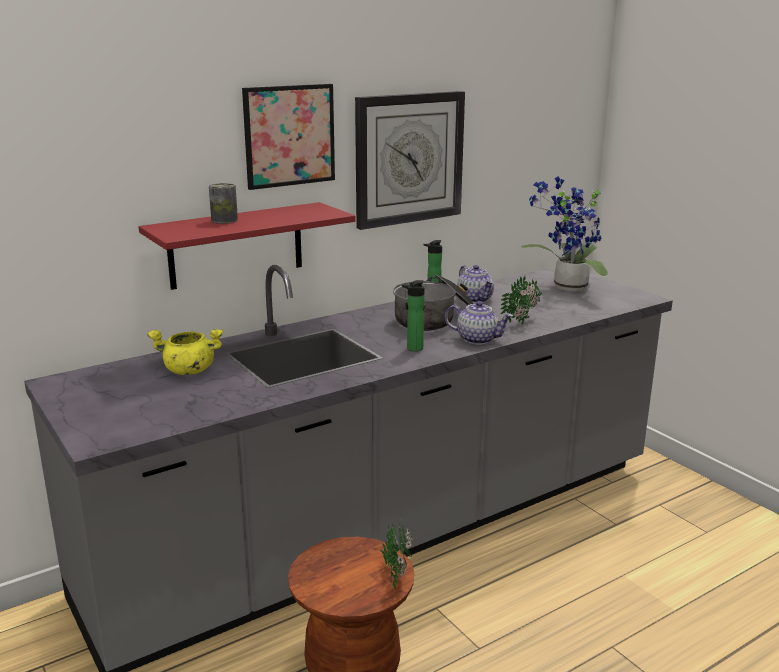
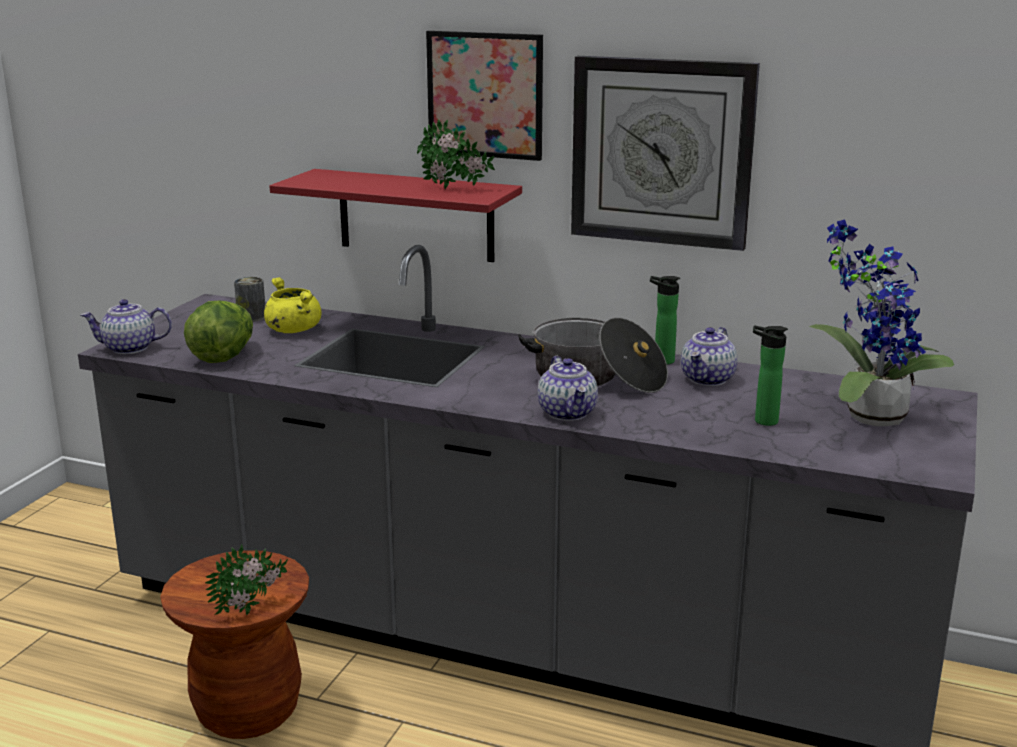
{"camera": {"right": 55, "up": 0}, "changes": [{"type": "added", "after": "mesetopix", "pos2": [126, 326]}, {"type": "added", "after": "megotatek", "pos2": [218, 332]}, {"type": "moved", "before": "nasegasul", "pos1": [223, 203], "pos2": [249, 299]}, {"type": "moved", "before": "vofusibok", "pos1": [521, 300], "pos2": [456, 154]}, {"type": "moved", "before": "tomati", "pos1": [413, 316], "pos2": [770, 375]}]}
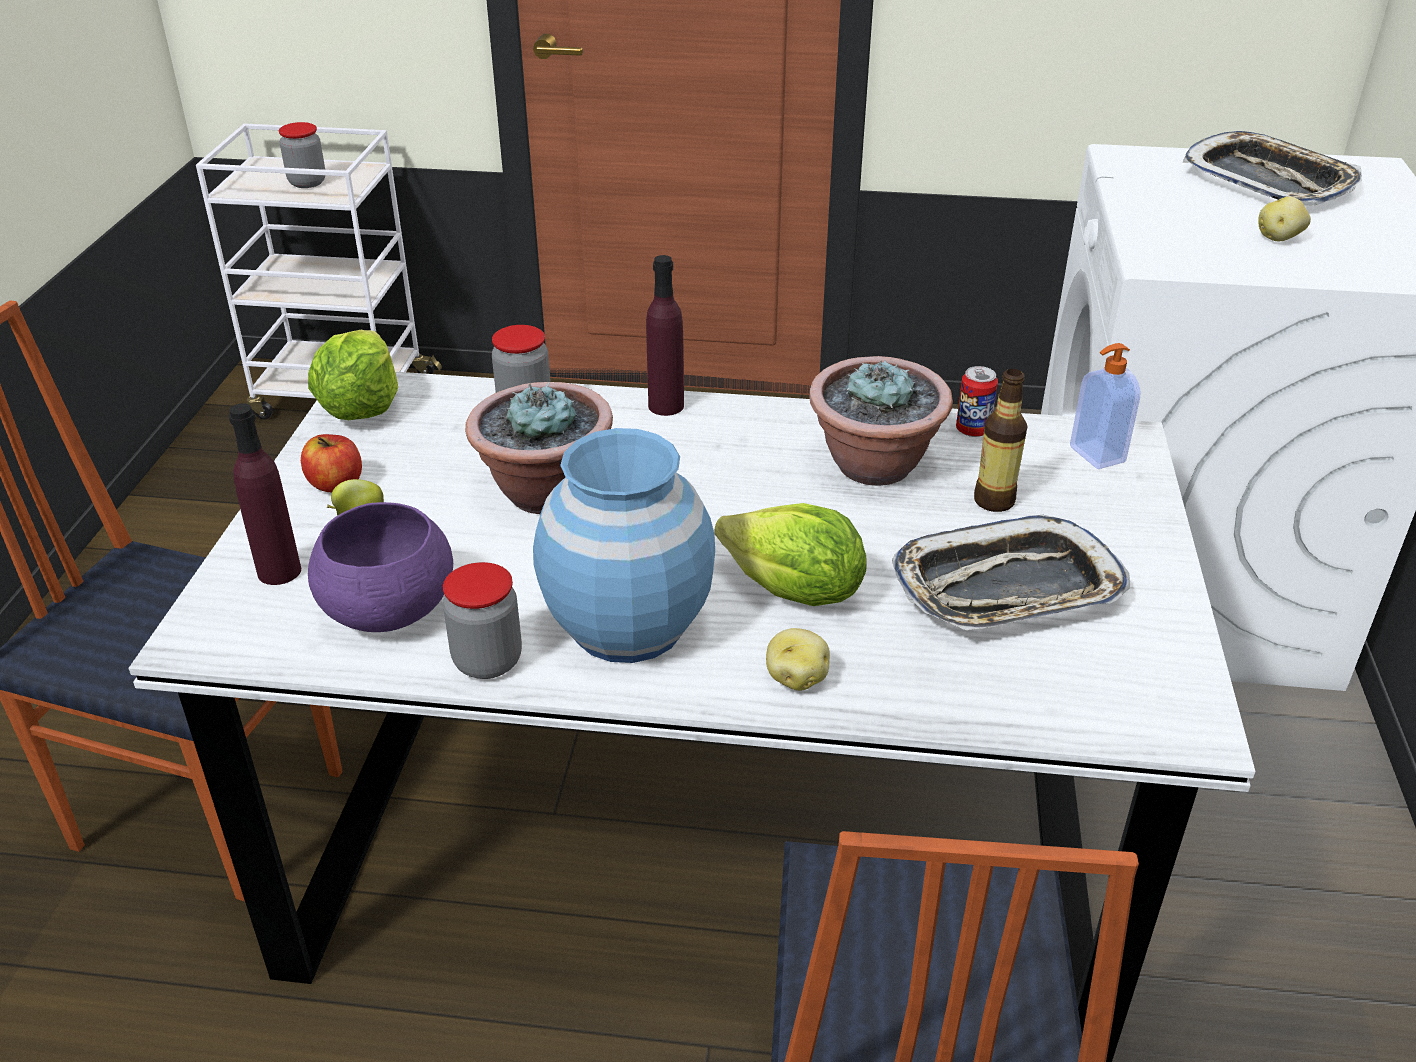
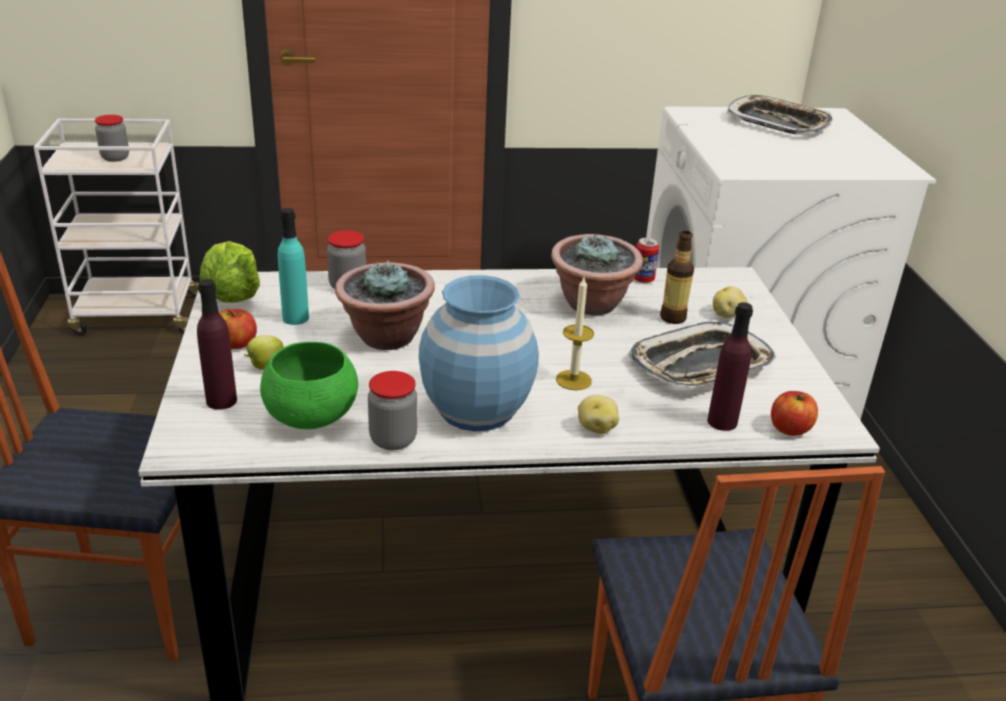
{"camera": {"right": -15, "up": -5}, "changes": [{"type": "recoloured", "before": "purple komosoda", "after": "green komosoda", "pos1": [380, 567], "pos2": [309, 385]}, {"type": "added", "after": "turquoise tomati", "pos2": [293, 266]}, {"type": "replaced", "before": "megotatek", "after": "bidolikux", "pos1": [791, 554], "pos2": [575, 333]}, {"type": "moved", "before": "purple tomati", "pos1": [665, 335], "pos2": [730, 366]}, {"type": "moved", "before": "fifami", "pos1": [1284, 219], "pos2": [730, 302]}, {"type": "added", "after": "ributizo", "pos2": [794, 413]}, {"type": "removed", "before": "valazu", "pos1": [1105, 406]}]}
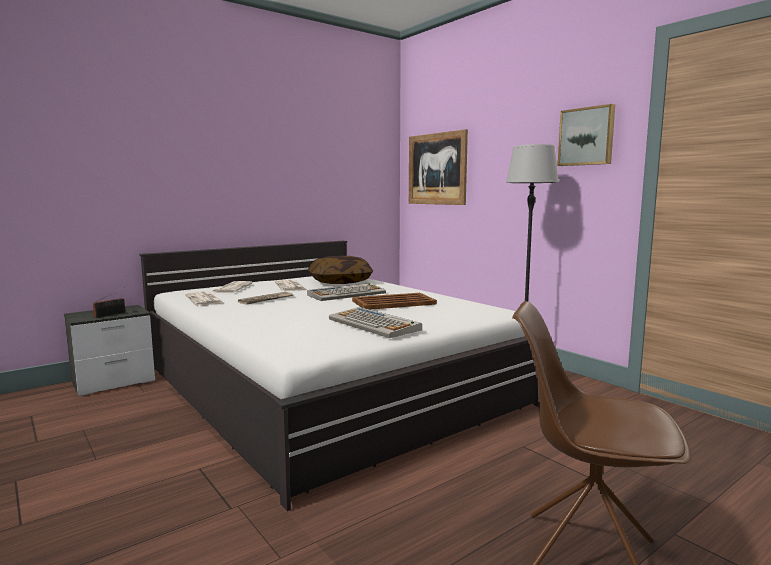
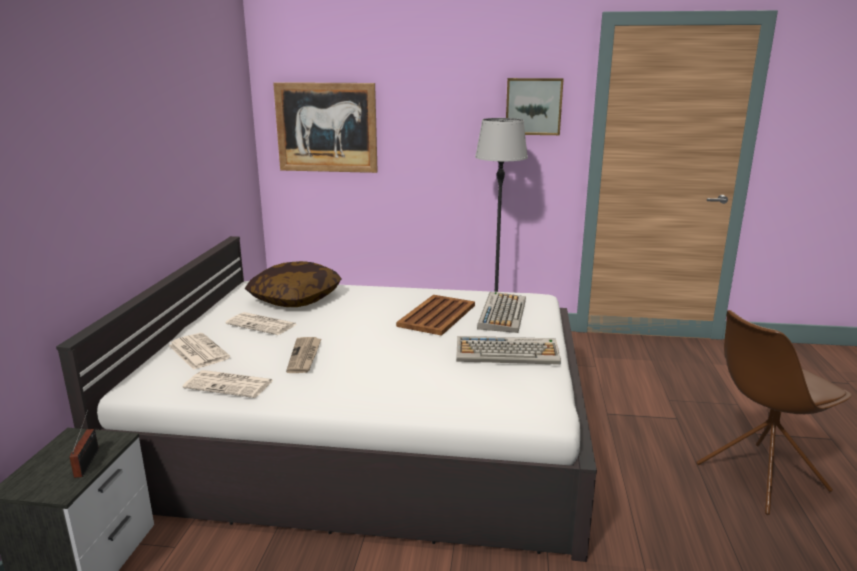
{"camera": {"right": -45, "up": 10}, "changes": [{"type": "moved", "before": "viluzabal", "pos1": [346, 292], "pos2": [501, 312]}]}
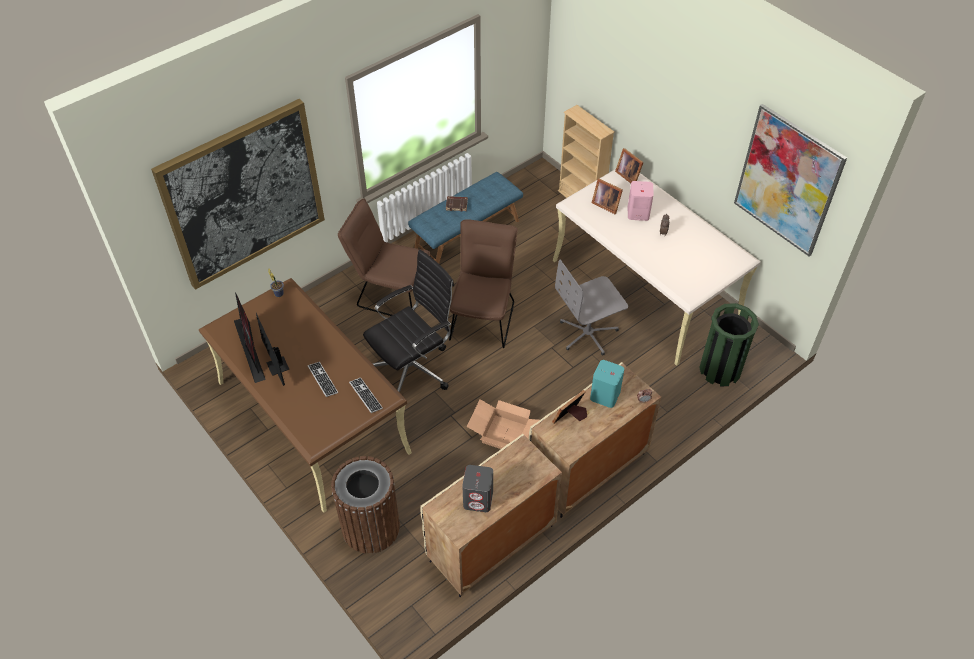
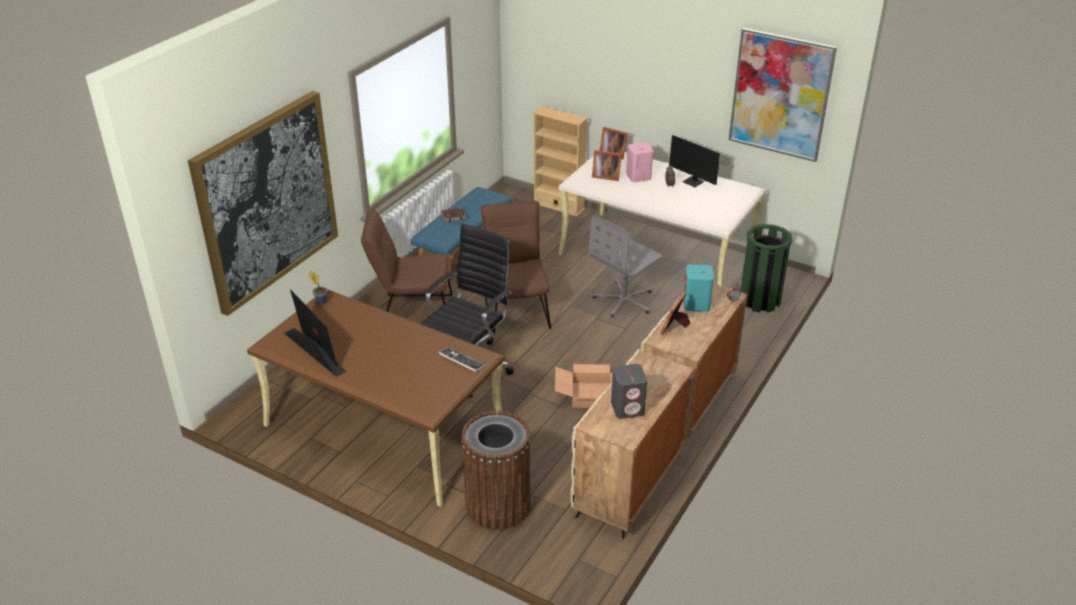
{"camera": {"right": -20, "up": -15}, "changes": [{"type": "moved", "before": "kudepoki", "pos1": [272, 349], "pos2": [701, 161]}, {"type": "removed", "before": "viluzabal", "pos1": [323, 379]}]}
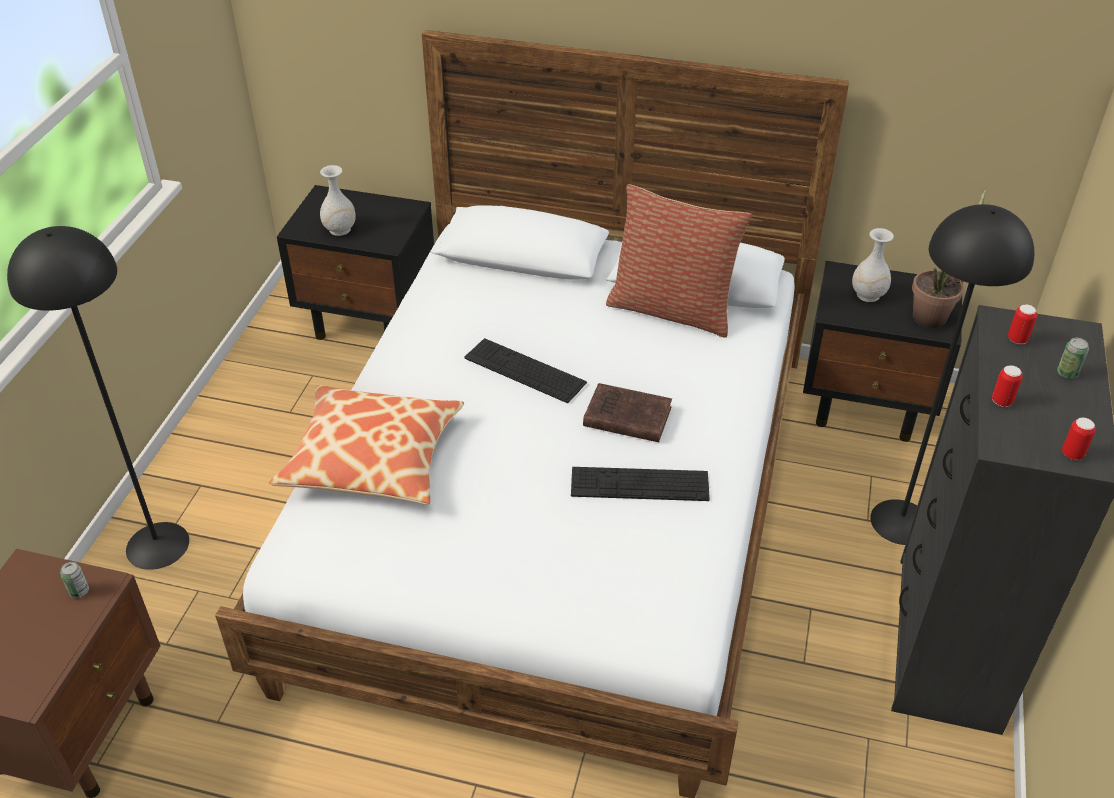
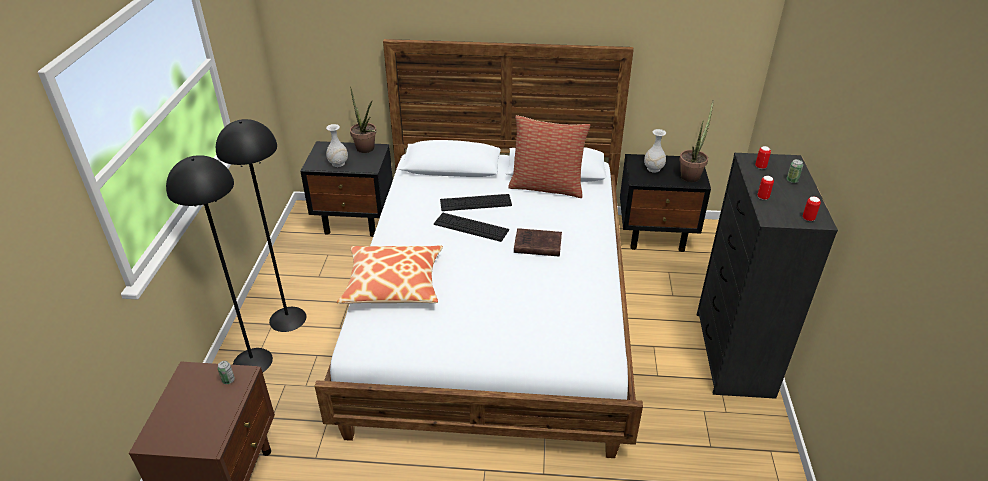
{"camera": {"right": -10, "up": -5}, "changes": [{"type": "moved", "before": "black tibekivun", "pos1": [952, 374], "pos2": [261, 225]}, {"type": "added", "after": "vofusibok", "pos2": [363, 119]}, {"type": "moved", "before": "viluzabal", "pos1": [640, 484], "pos2": [476, 202]}]}
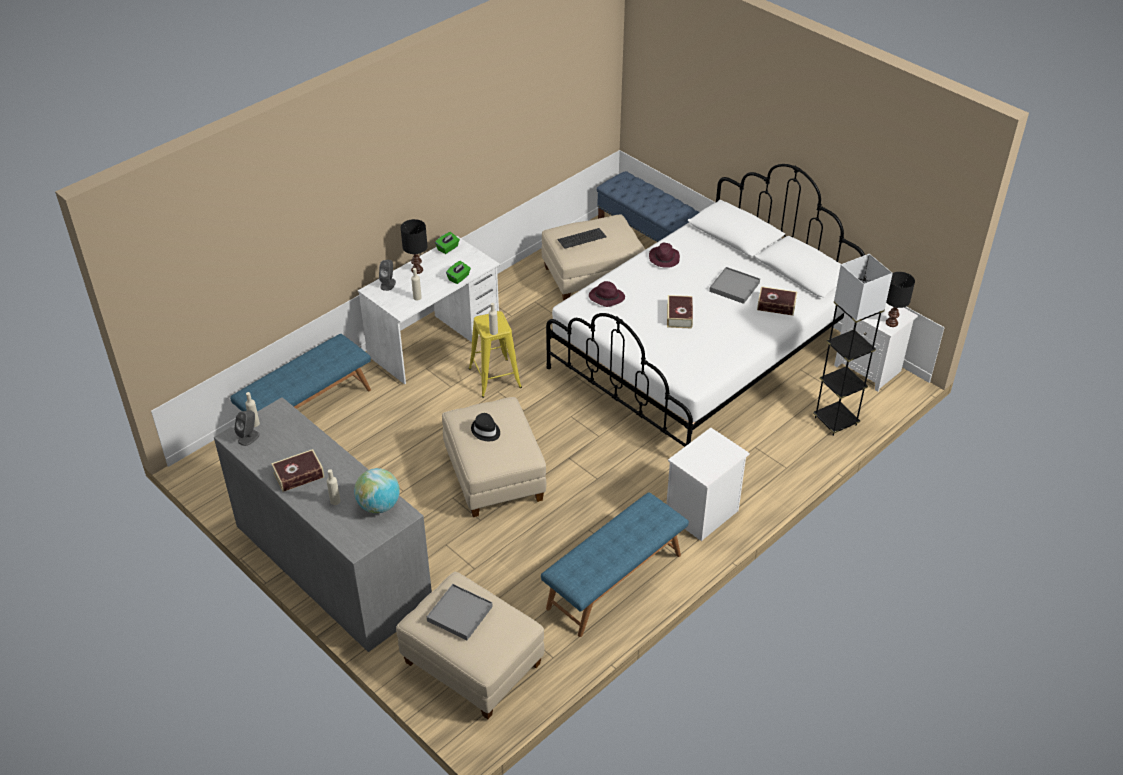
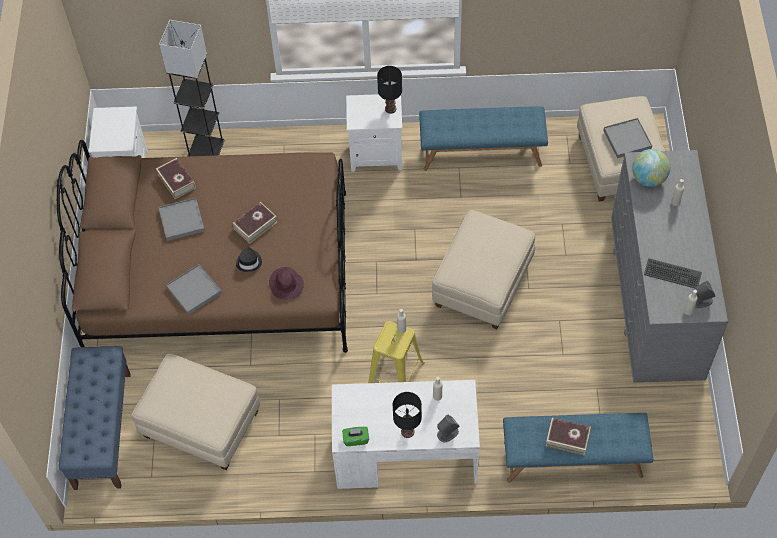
{"camera": {"right": -135, "up": 15}, "changes": [{"type": "recoloured", "before": "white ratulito", "after": "brown ratulito", "pos1": [705, 305], "pos2": [202, 246]}, {"type": "replaced", "before": "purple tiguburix", "after": "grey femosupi", "pos1": [664, 255], "pos2": [194, 289]}, {"type": "moved", "before": "black tiguburix", "pos1": [485, 427], "pos2": [249, 260]}, {"type": "moved", "before": "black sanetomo", "pos1": [900, 299], "pos2": [389, 90]}, {"type": "moved", "before": "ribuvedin", "pos1": [297, 470], "pos2": [568, 436]}, {"type": "moved", "before": "viluzabal", "pos1": [582, 238], "pos2": [673, 273]}, {"type": "removed", "before": "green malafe", "pos1": [458, 272]}]}
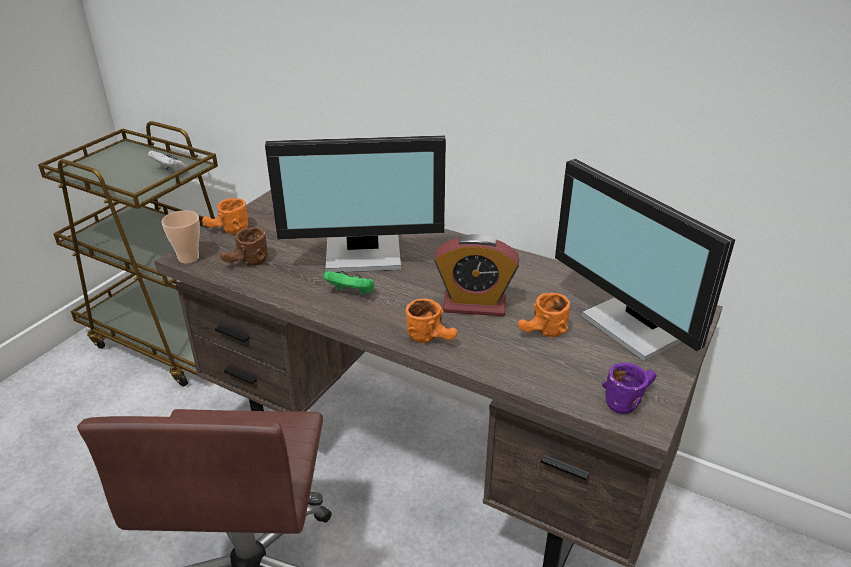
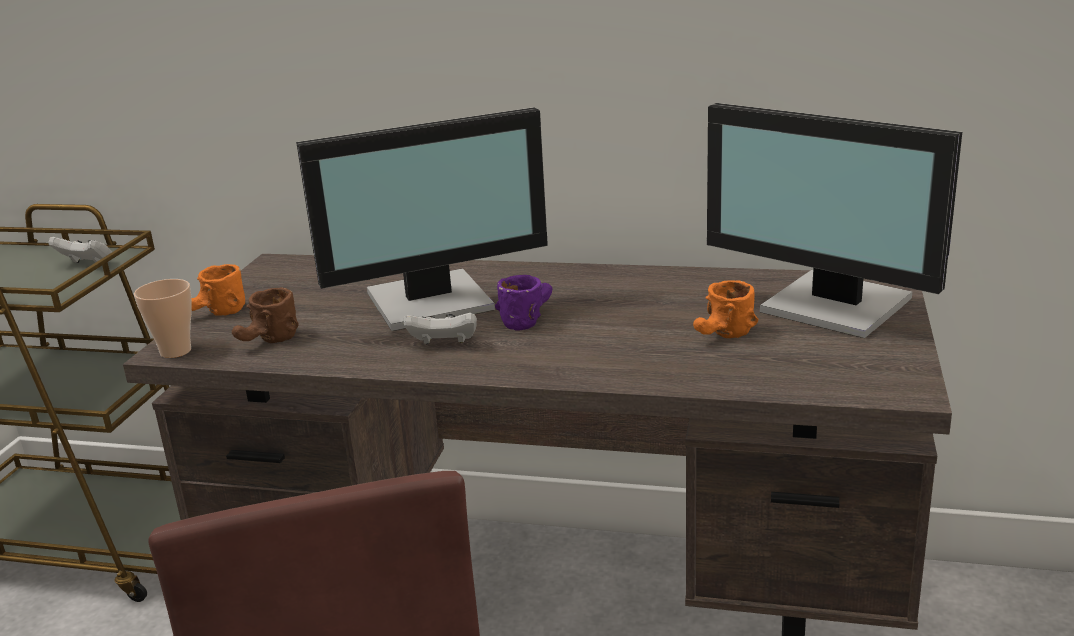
{"camera": {"right": -15, "up": -10}, "changes": [{"type": "recoloured", "before": "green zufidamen", "after": "white zufidamen", "pos1": [348, 283], "pos2": [440, 328]}, {"type": "moved", "before": "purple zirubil", "pos1": [629, 388], "pos2": [524, 303]}, {"type": "removed", "before": "orange zirubil", "pos1": [431, 320]}, {"type": "removed", "before": "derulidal", "pos1": [476, 275]}]}
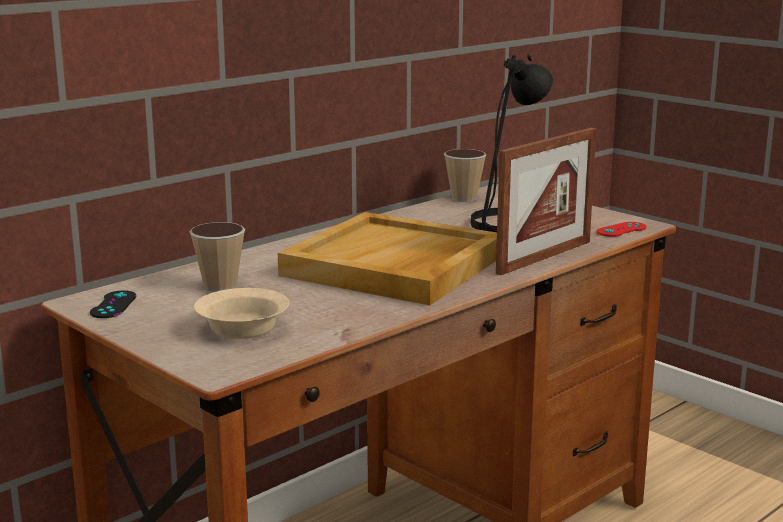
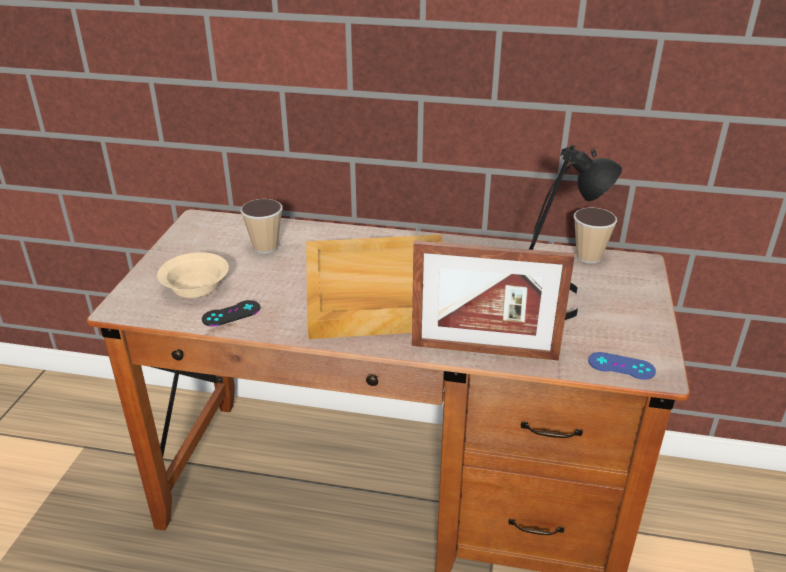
{"camera": {"right": 55, "up": 15}, "changes": [{"type": "moved", "before": "black zufidamen", "pos1": [113, 304], "pos2": [231, 313]}, {"type": "recoloured", "before": "red zufidamen", "after": "blue zufidamen", "pos1": [621, 229], "pos2": [622, 366]}]}
